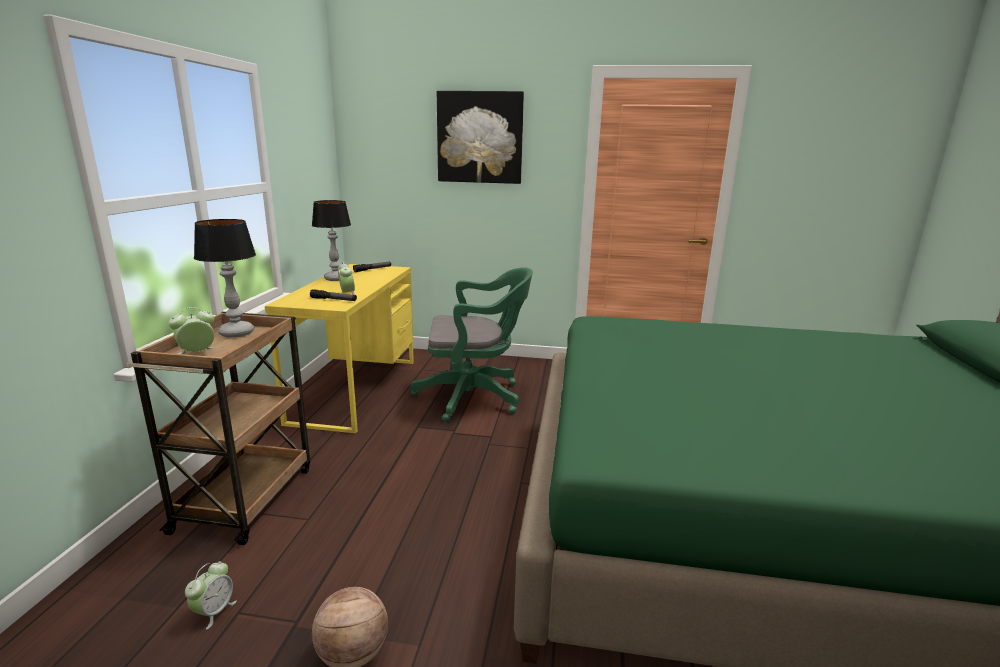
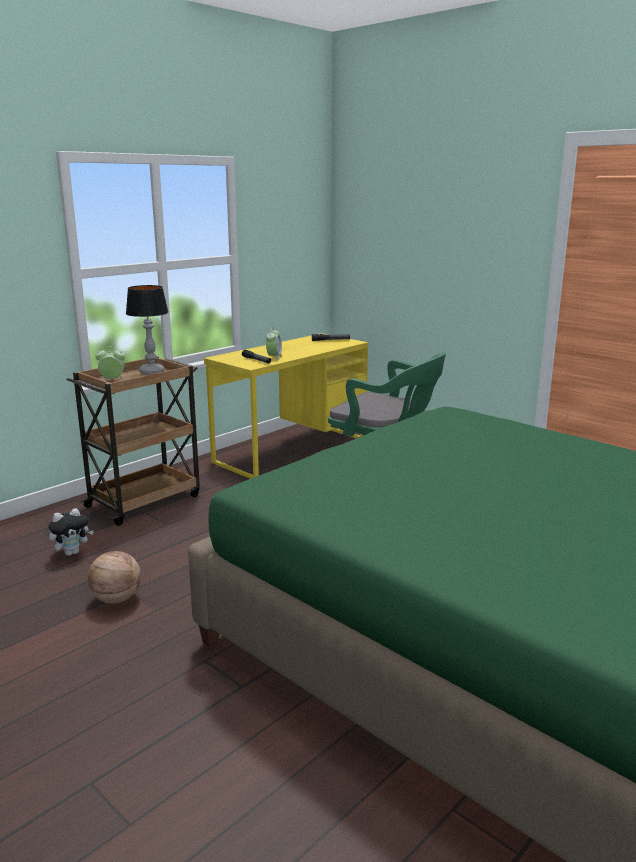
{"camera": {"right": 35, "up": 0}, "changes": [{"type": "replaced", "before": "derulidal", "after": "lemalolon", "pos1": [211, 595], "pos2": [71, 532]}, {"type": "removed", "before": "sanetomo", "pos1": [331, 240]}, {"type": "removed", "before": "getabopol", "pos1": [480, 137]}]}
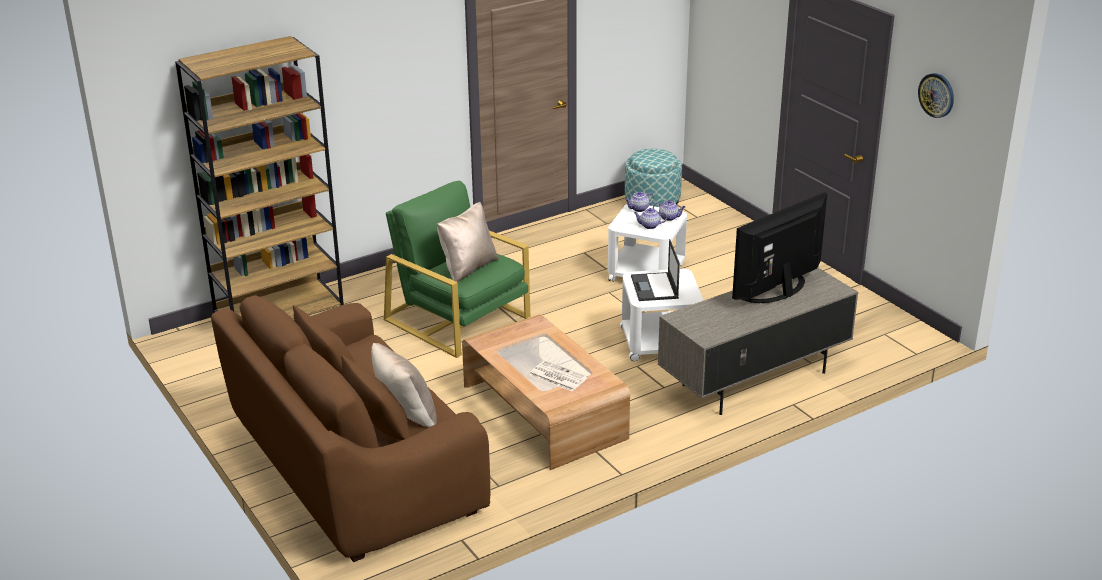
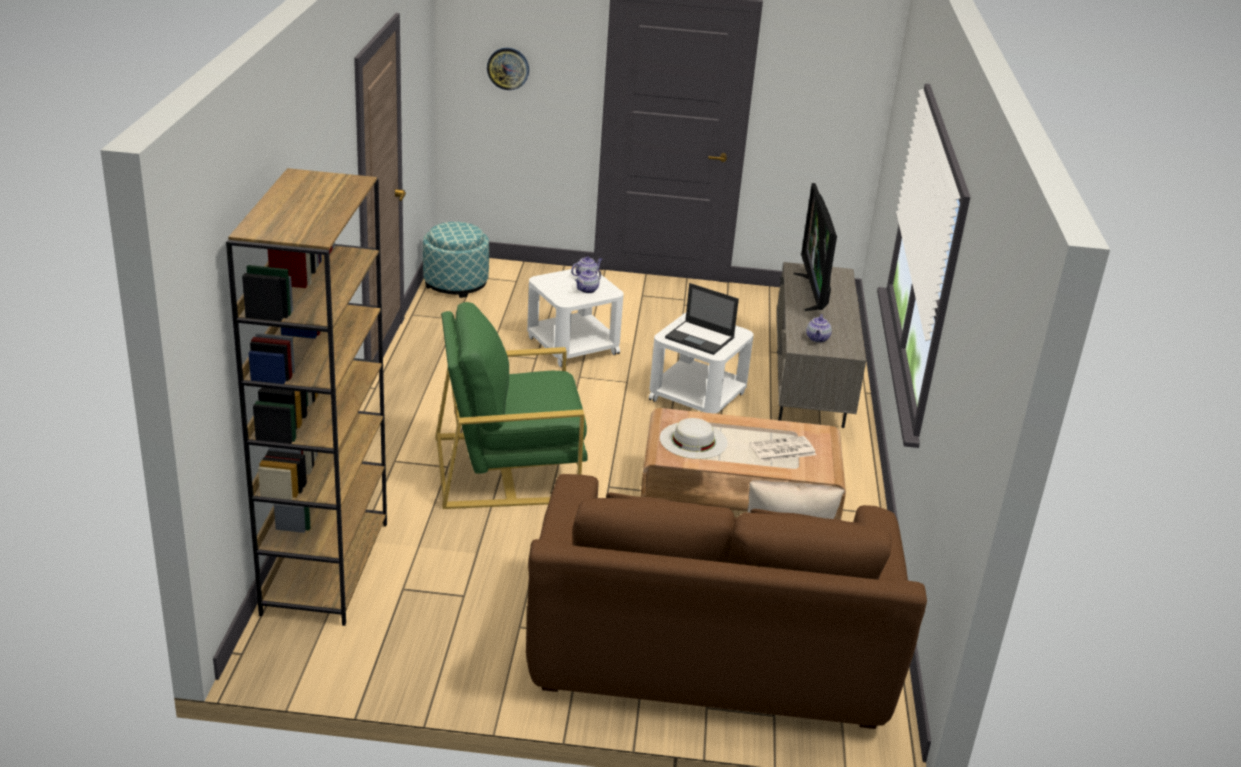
{"camera": {"right": -55, "up": 0}, "changes": [{"type": "moved", "before": "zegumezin", "pos1": [936, 95], "pos2": [508, 69]}, {"type": "added", "after": "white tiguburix", "pos2": [694, 438]}, {"type": "moved", "before": "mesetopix", "pos1": [639, 201], "pos2": [819, 328]}, {"type": "removed", "before": "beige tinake", "pos1": [468, 242]}]}
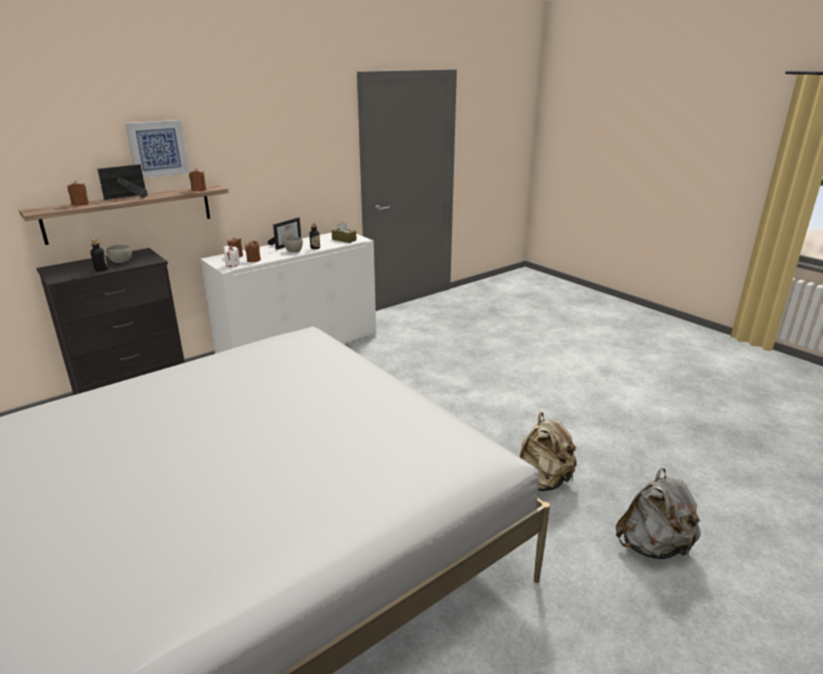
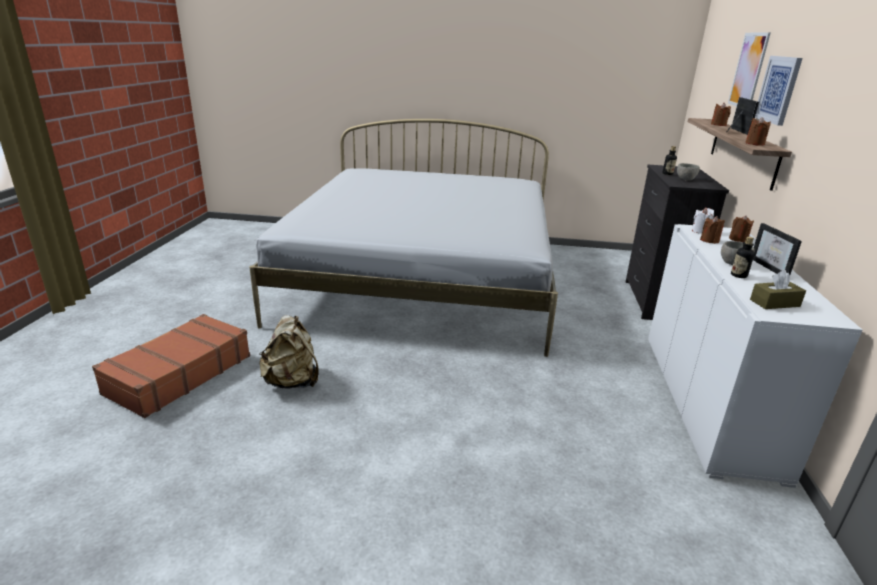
{"camera": {"right": 135, "up": 0}, "changes": [{"type": "replaced", "before": "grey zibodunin", "after": "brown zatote", "pos1": [658, 513], "pos2": [171, 366]}, {"type": "added", "after": "getabopol", "pos2": [749, 69]}]}
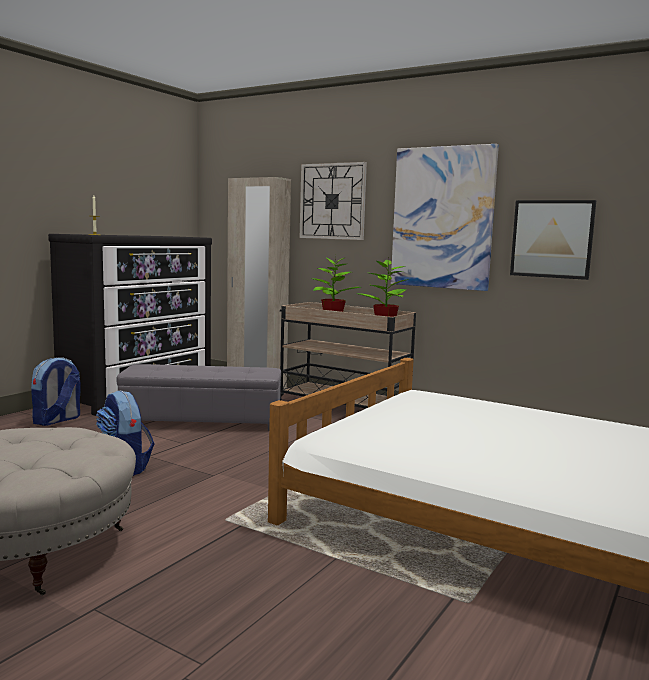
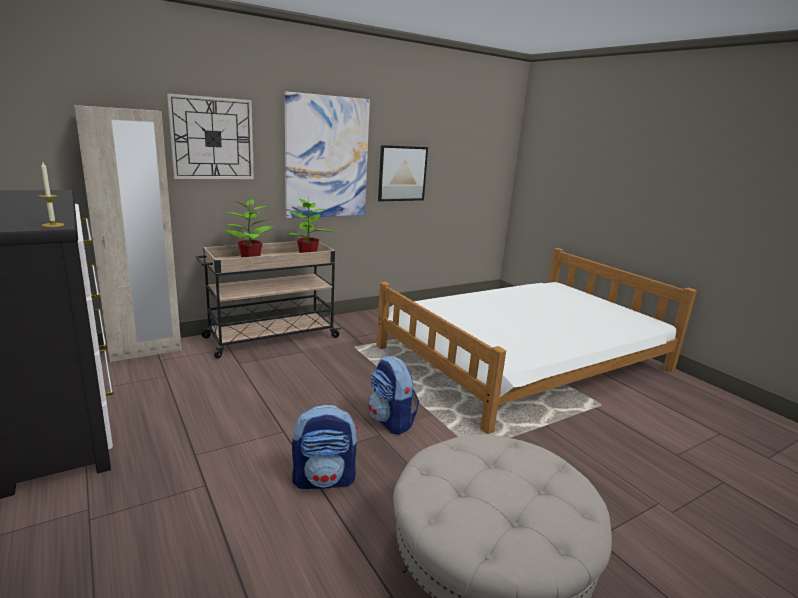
{"camera": {"right": -65, "up": 10}, "changes": [{"type": "moved", "before": "zibodunin", "pos1": [56, 392], "pos2": [393, 395]}, {"type": "removed", "before": "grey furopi", "pos1": [199, 397]}]}
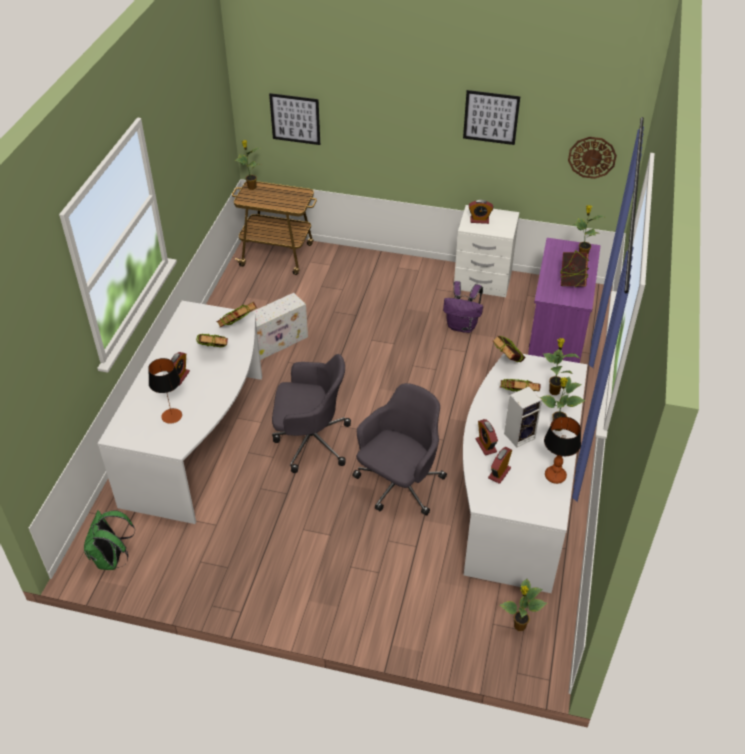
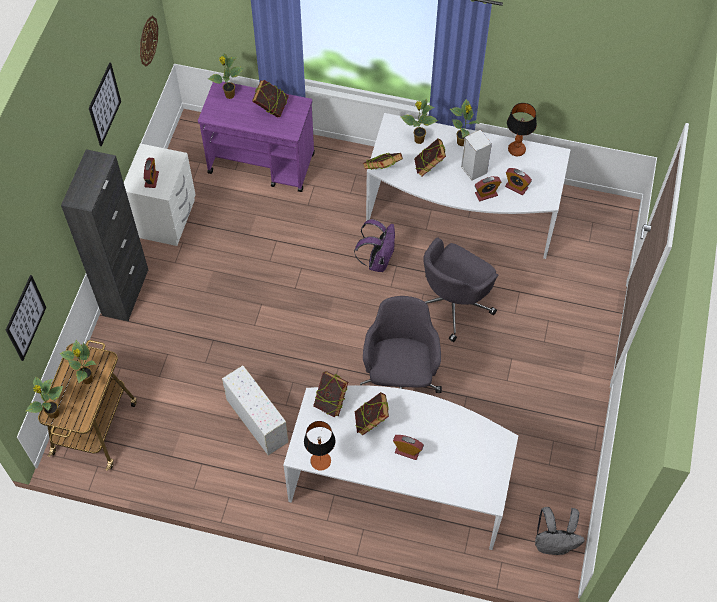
{"camera": {"right": -90, "up": 15}, "changes": [{"type": "moved", "before": "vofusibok", "pos1": [523, 605], "pos2": [78, 362]}, {"type": "added", "after": "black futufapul", "pos2": [104, 235]}, {"type": "moved", "before": "sanetomo", "pos1": [165, 391], "pos2": [319, 446]}, {"type": "moved", "before": "purple zibodunin", "pos1": [463, 307], "pos2": [374, 245]}, {"type": "turned", "before": "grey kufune", "pos1": [399, 449], "pos2": [461, 289], "turn": -90}, {"type": "recoloured", "before": "green zibodunin", "after": "grey zibodunin", "pos1": [109, 540], "pos2": [560, 531]}]}
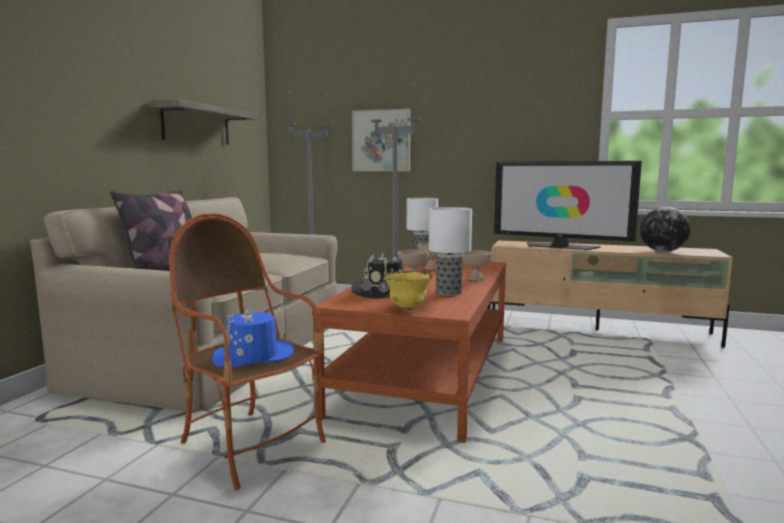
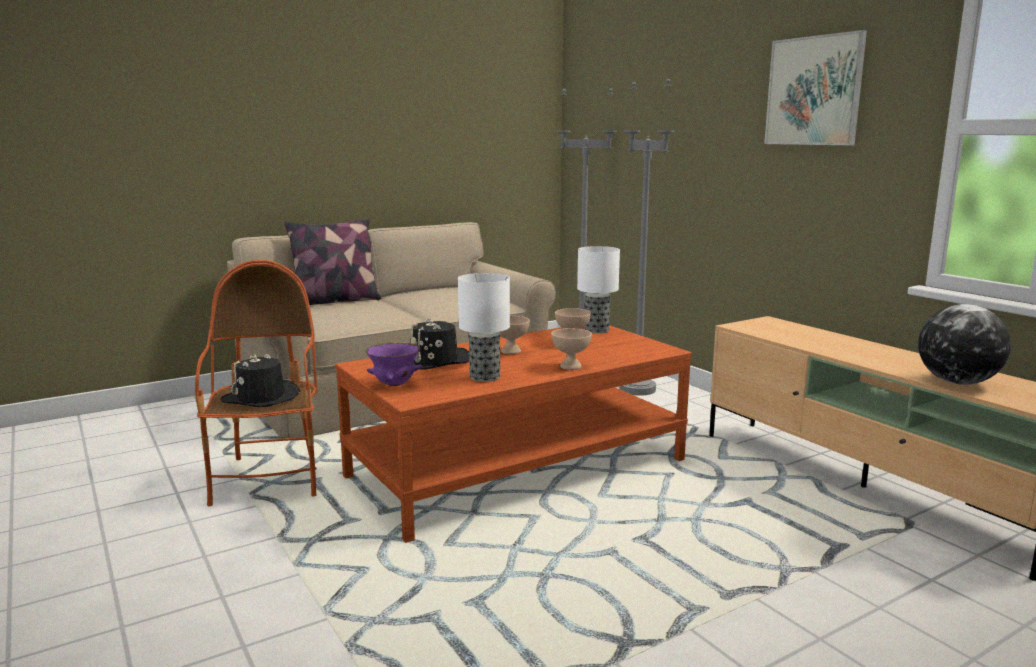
{"camera": {"right": 40, "up": 5}, "changes": [{"type": "recoloured", "before": "blue tiguburix", "after": "black tiguburix", "pos1": [253, 338], "pos2": [260, 380]}, {"type": "recoloured", "before": "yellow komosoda", "after": "purple komosoda", "pos1": [408, 290], "pos2": [394, 364]}, {"type": "moved", "before": "getabopol", "pos1": [381, 140], "pos2": [815, 87]}, {"type": "removed", "before": "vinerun", "pos1": [203, 122]}, {"type": "removed", "before": "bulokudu", "pos1": [568, 205]}]}
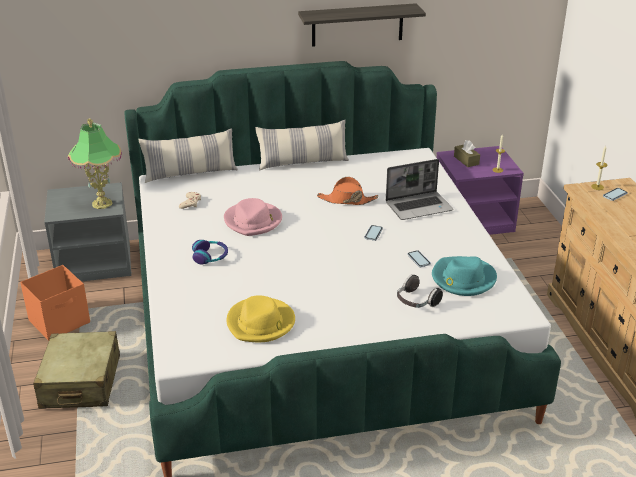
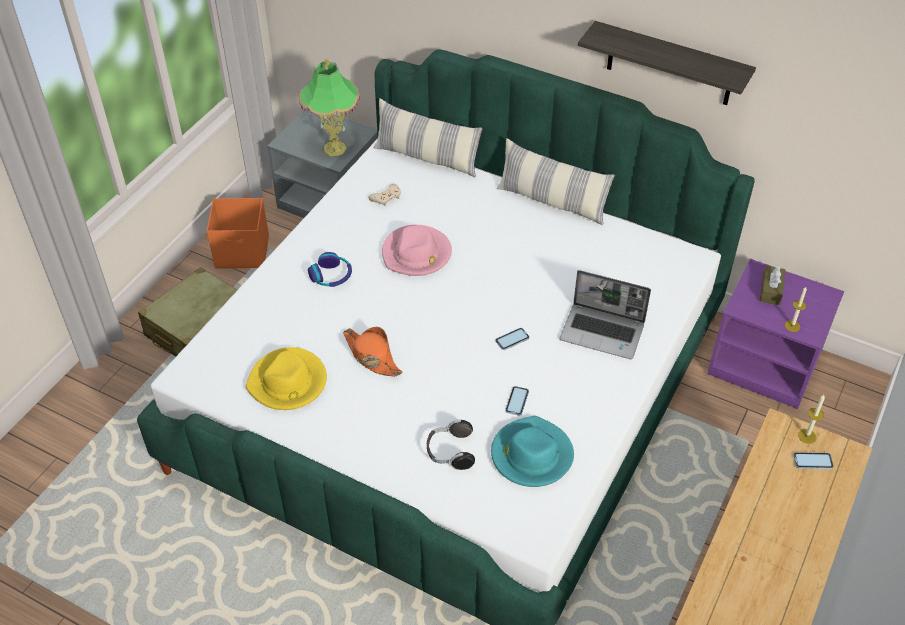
{"camera": {"right": 40, "up": 15}, "changes": [{"type": "moved", "before": "orange tiguburix", "pos1": [347, 191], "pos2": [372, 351]}]}
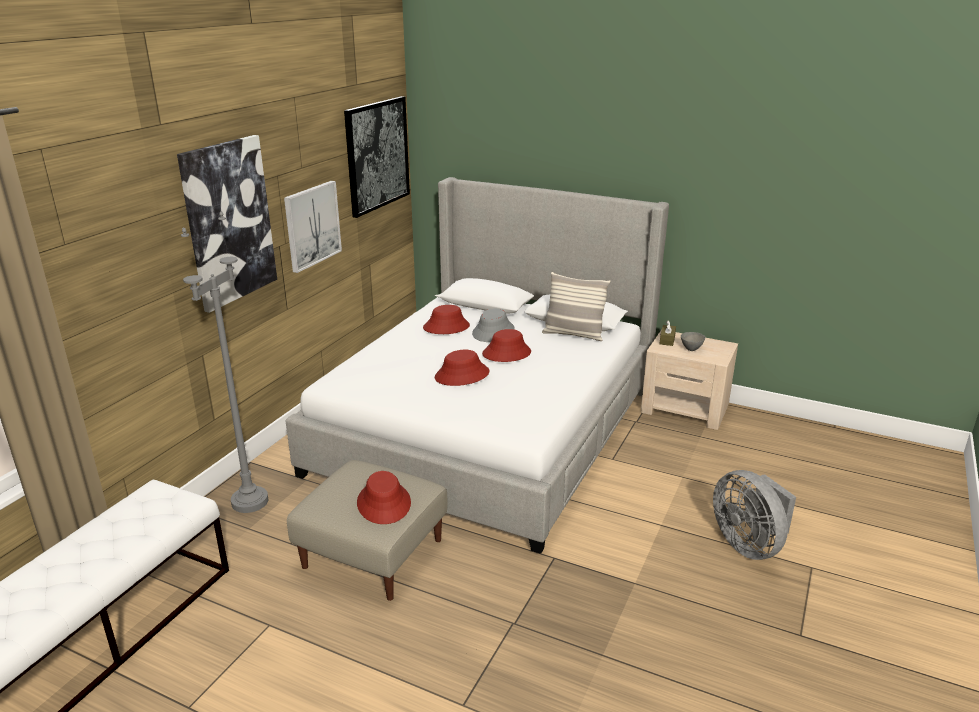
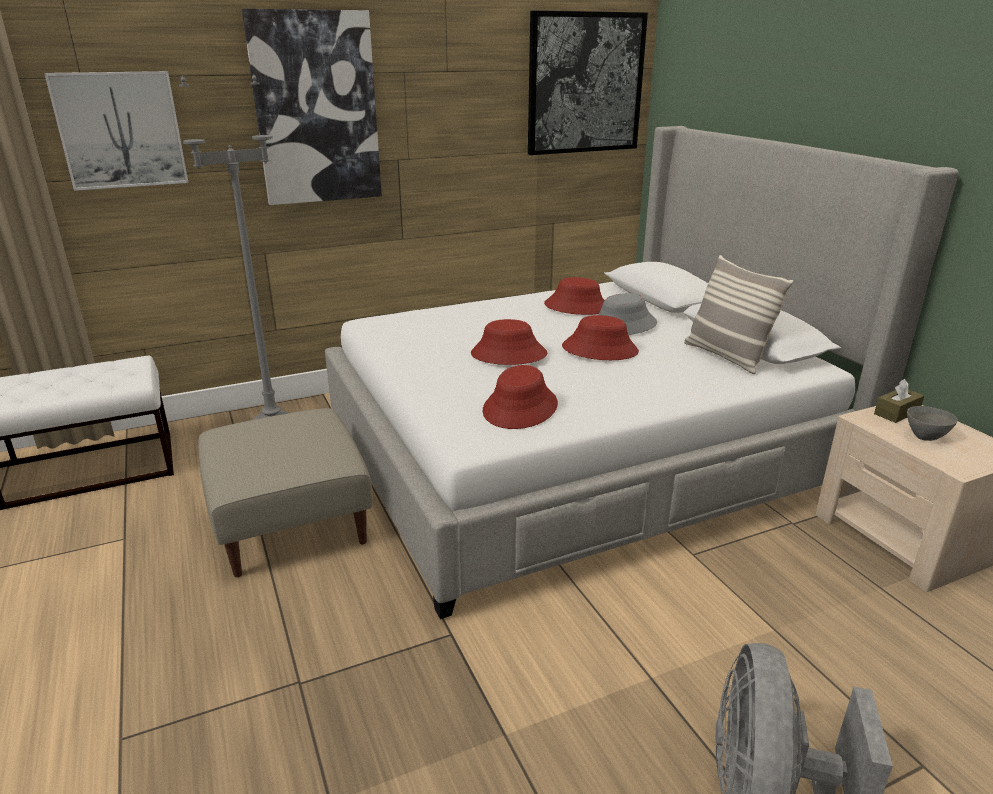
{"camera": {"right": 40, "up": 0}, "changes": [{"type": "moved", "before": "getabopol", "pos1": [313, 227], "pos2": [116, 131]}, {"type": "moved", "before": "red tiguburix", "pos1": [384, 497], "pos2": [520, 397]}]}
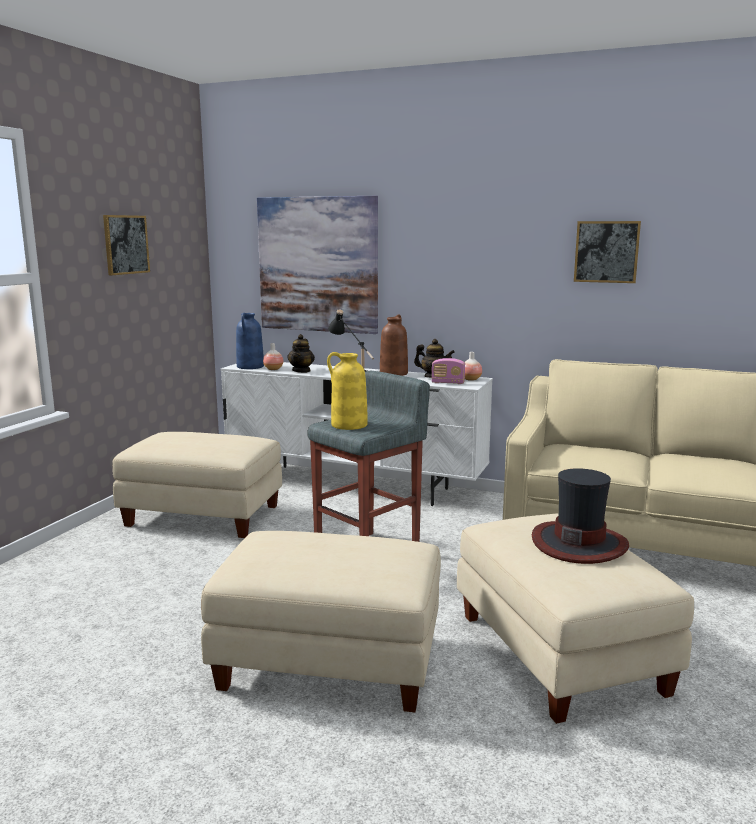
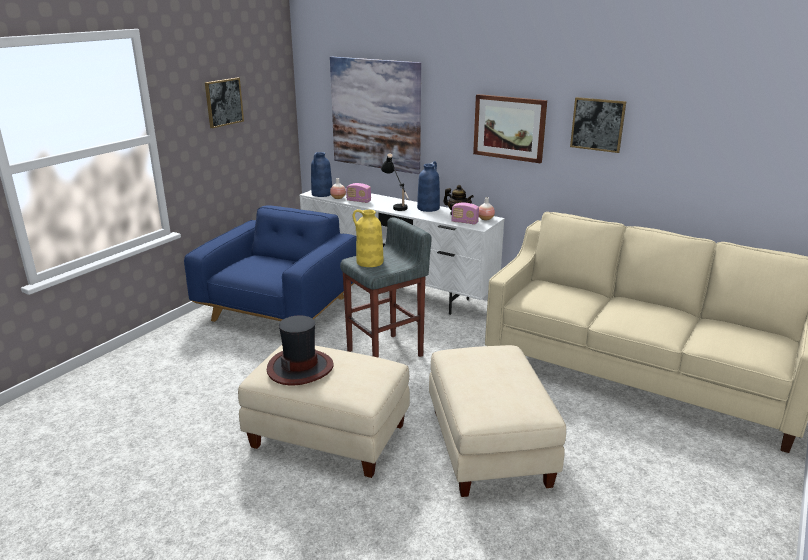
{"camera": {"right": 10, "up": 10}, "changes": [{"type": "replaced", "before": "beige furopi", "after": "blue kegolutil", "pos1": [197, 485], "pos2": [270, 263]}, {"type": "moved", "before": "tiguburix", "pos1": [580, 516], "pos2": [300, 350]}, {"type": "replaced", "before": "mesetopix", "after": "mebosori", "pos1": [301, 353], "pos2": [358, 193]}, {"type": "recoloured", "before": "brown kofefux", "after": "blue kofefux", "pos1": [394, 345], "pos2": [428, 186]}, {"type": "added", "after": "getabopol", "pos2": [510, 128]}]}
